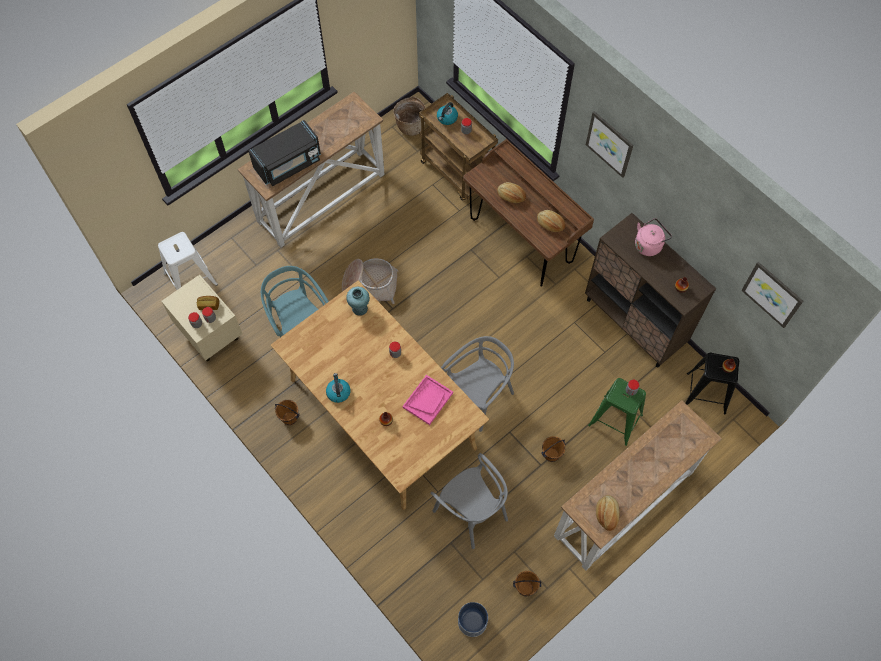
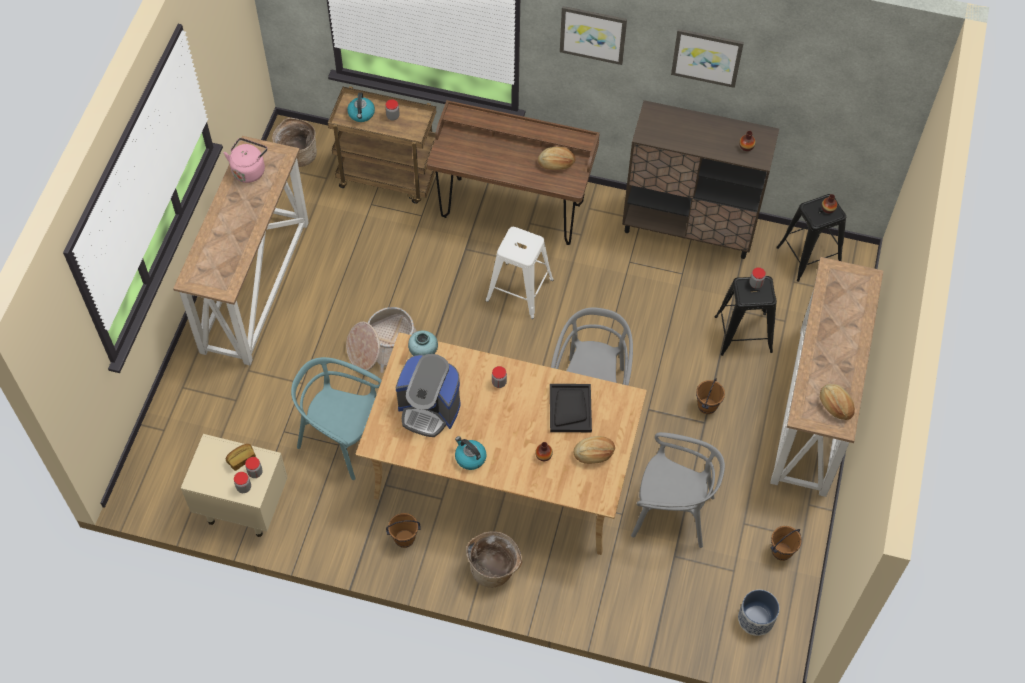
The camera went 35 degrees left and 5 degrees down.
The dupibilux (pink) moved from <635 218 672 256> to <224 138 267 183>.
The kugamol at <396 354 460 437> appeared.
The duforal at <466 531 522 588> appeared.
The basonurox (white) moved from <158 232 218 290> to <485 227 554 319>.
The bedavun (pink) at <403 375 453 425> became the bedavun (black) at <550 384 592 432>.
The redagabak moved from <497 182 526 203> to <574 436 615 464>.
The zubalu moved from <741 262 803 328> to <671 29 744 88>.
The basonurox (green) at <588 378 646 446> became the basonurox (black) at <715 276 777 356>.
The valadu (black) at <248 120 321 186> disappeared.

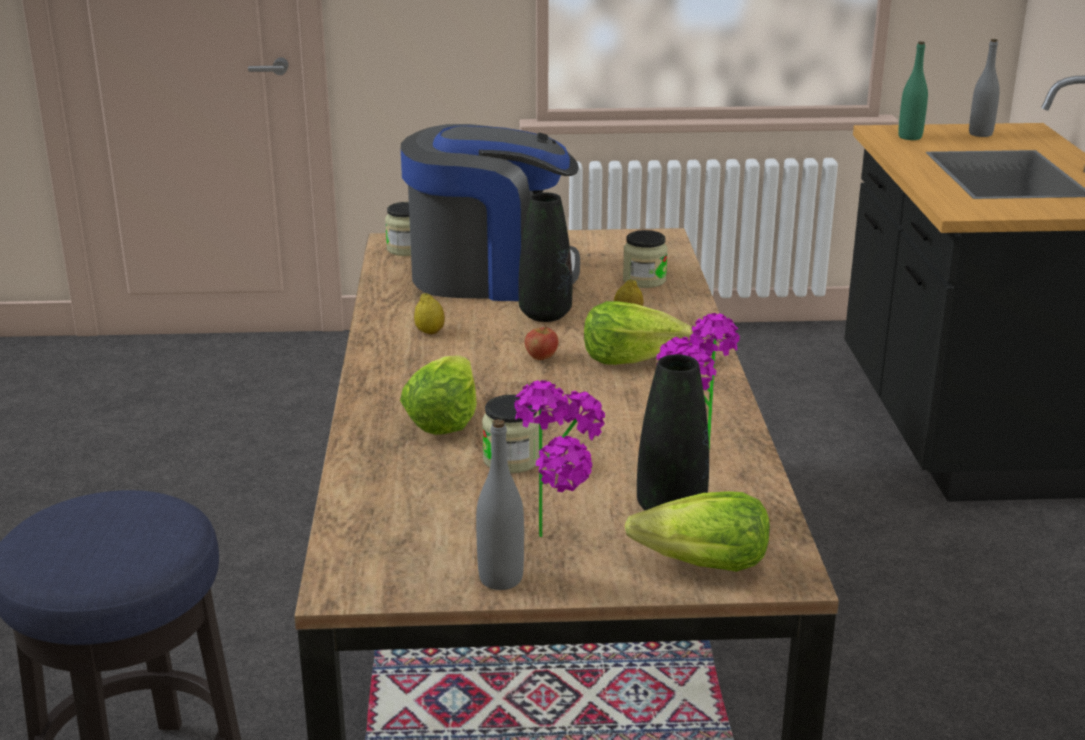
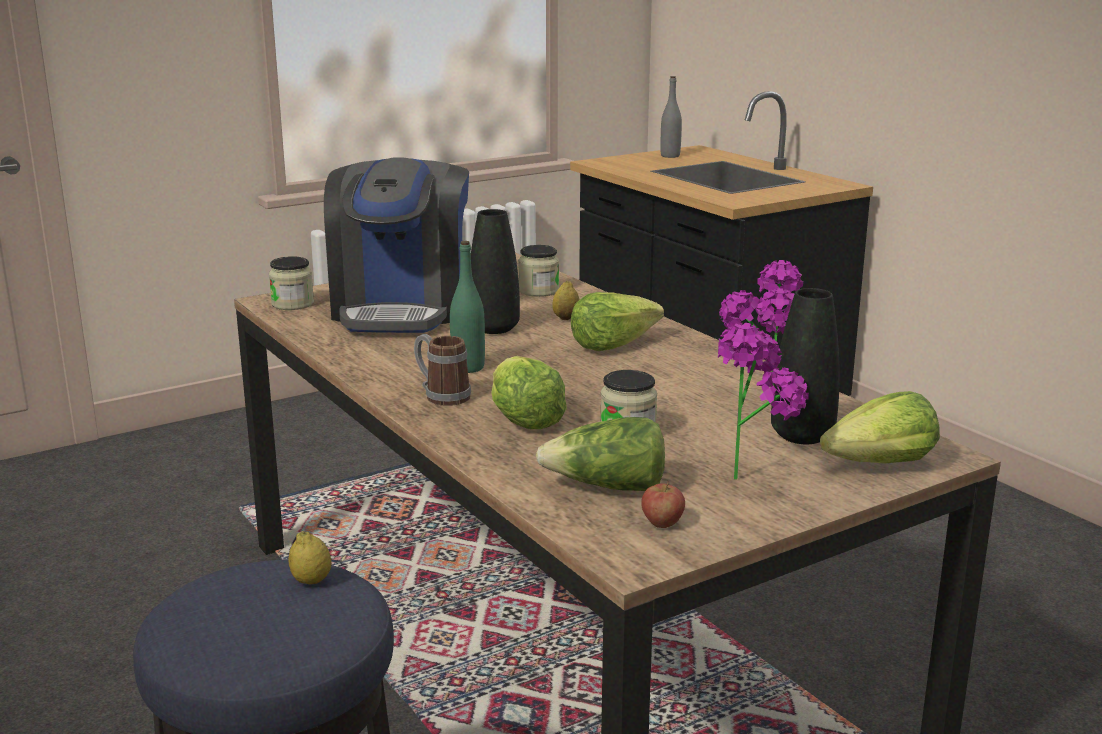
The camera went 30 degrees left and 5 degrees down.
The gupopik moved from <414 293 445 334> to <288 531 332 584>.
The kugamol at <401 124 580 301> turned 120 degrees clockwise.
The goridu at <414 334 471 406> appeared.
The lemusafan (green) moved from <898 41 928 140> to <450 241 485 373>.
The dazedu at <536 417 665 491> appeared.
The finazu moved from <525 325 559 360> to <641 480 685 528>.
The lemusafan (grey) at <476 419 524 590> disappeared.

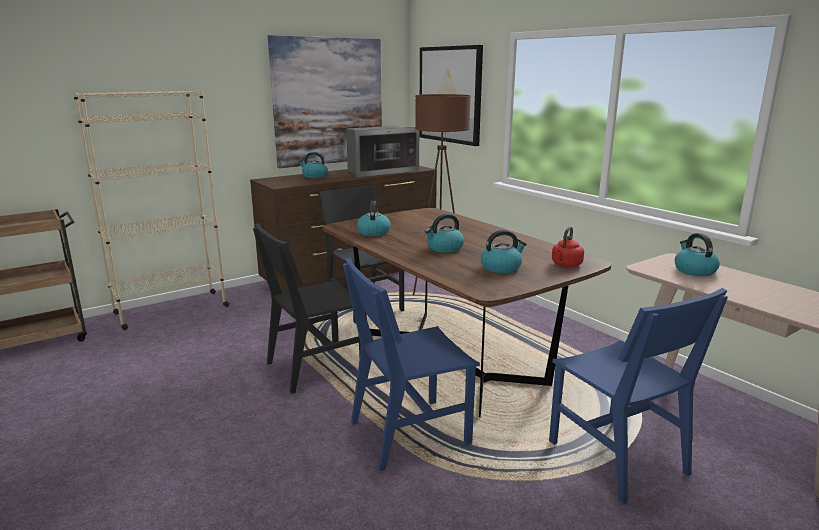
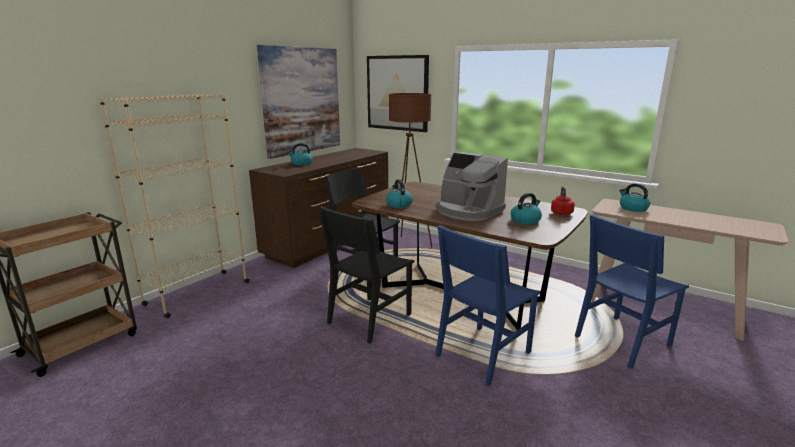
The camera went 20 degrees left and 0 degrees up.
The dupibilux at <425 214 464 253> was replaced by the kugamol at <436 152 508 221>.
The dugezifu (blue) at <549 288 728 505> turned 105 degrees clockwise.
The valadu at <346 126 419 178> disappeared.

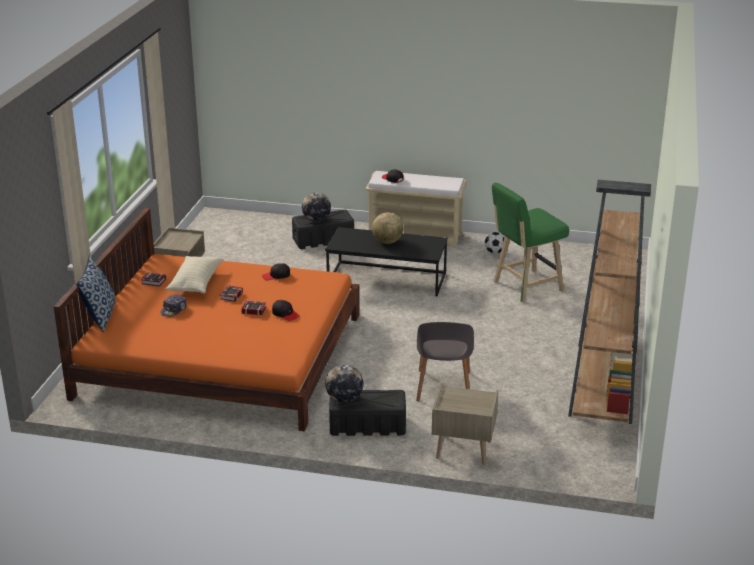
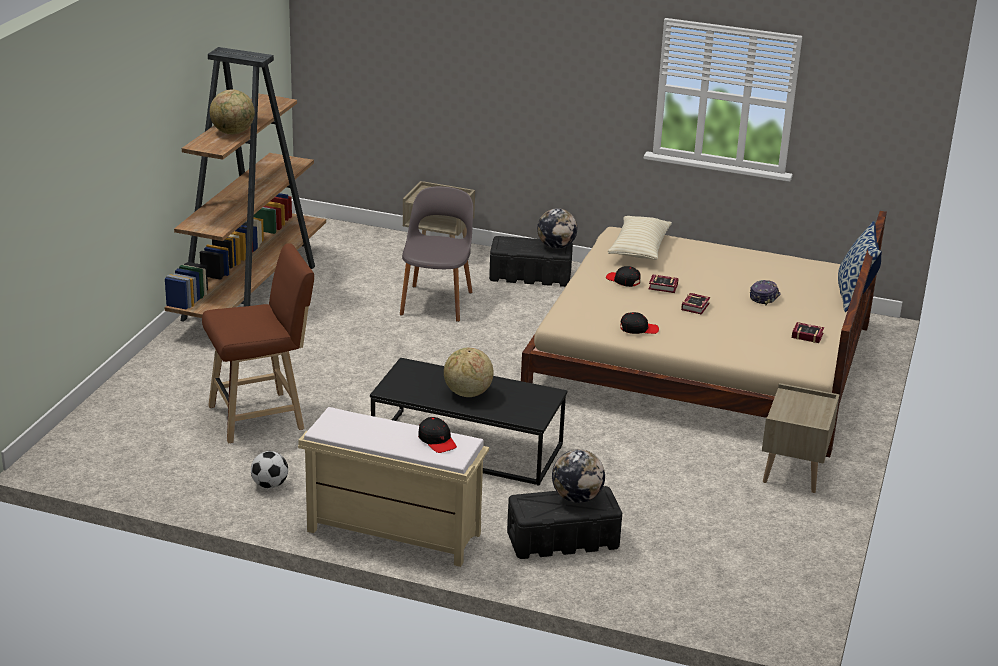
The camera went 175 degrees left and 0 degrees up.
The basonurox (green) at <492 183 569 303> became the basonurox (brown) at <202 243 314 444>.
The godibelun at <210 90 255 134> appeared.
The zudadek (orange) at <53 208 359 431> became the zudadek (beige) at <521 211 887 457>.
The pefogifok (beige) moved from <166 256 223 293> to <608 216 672 260>.

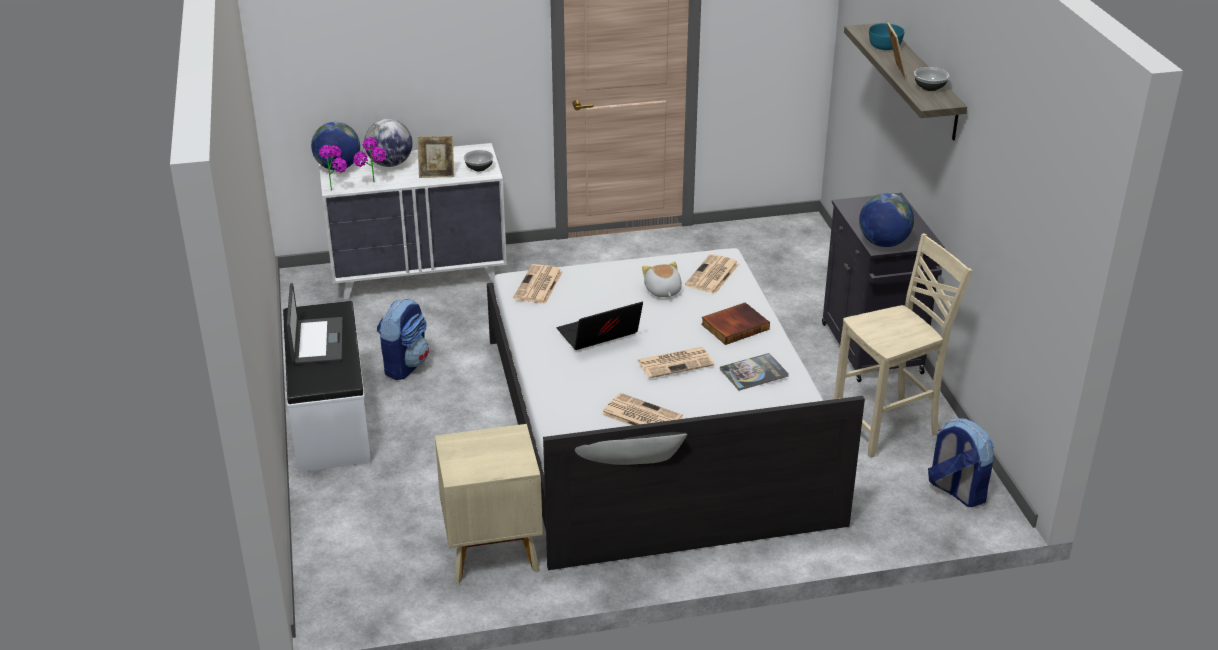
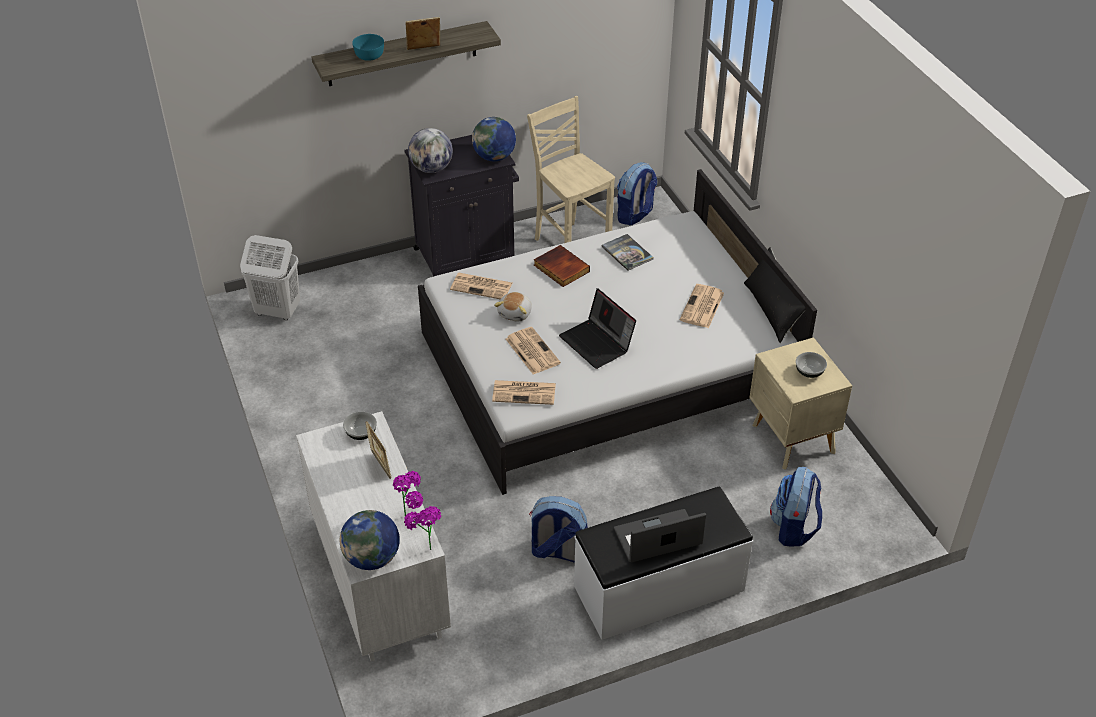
The camera went 100 degrees left and 10 degrees up.
The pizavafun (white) at <240 235 300 320> appeared.
The godibelun moved from <364 119 413 167> to <408 128 453 173>.
The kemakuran at <642 262 682 297> turned 45 degrees counterclockwise.
The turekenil moved from <638 347 714 378> to <506 327 561 374>.
The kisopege at <770 467 822 546> appeared.
The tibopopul moved from <914 67 949 91> to <796 352 827 378>.

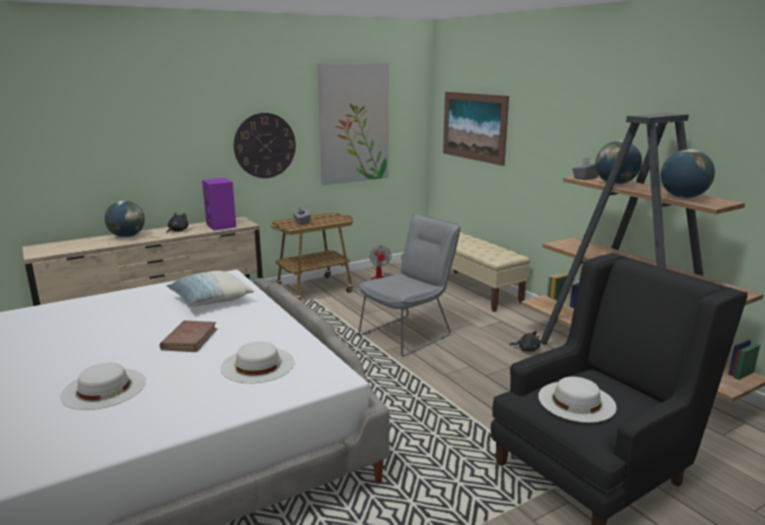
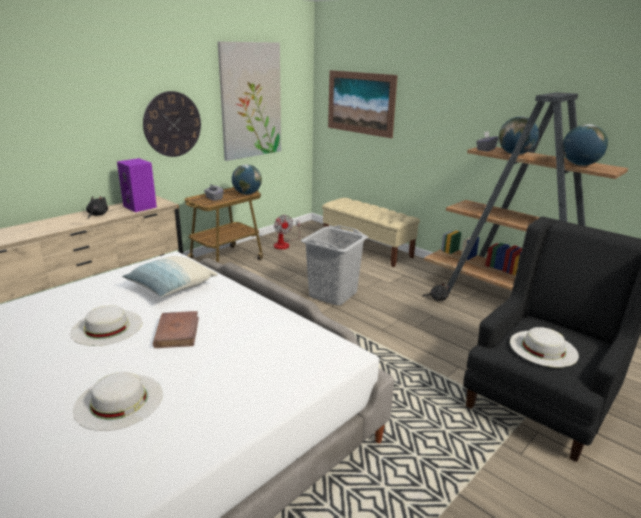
The camera went 15 degrees left and 5 degrees up.
The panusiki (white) moved from <221 342 295 383> to <70 305 142 346>.
The godibelun moved from <105 201 145 237> to <232 164 262 195>.
The dugezifu (grey) at <358 213 460 357> was replaced by the pizavafun (grey) at <301 225 368 306>.

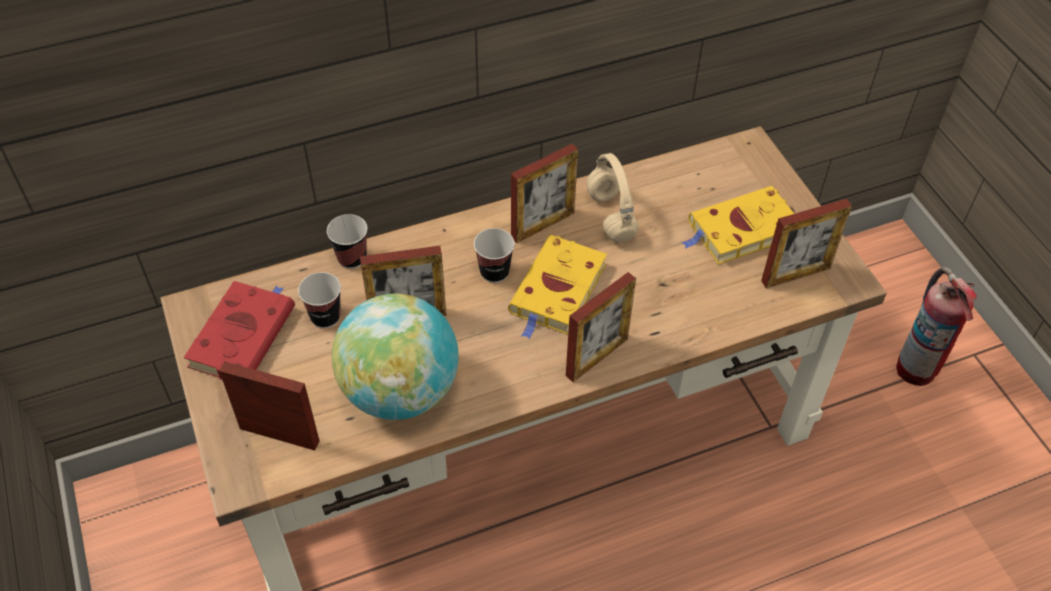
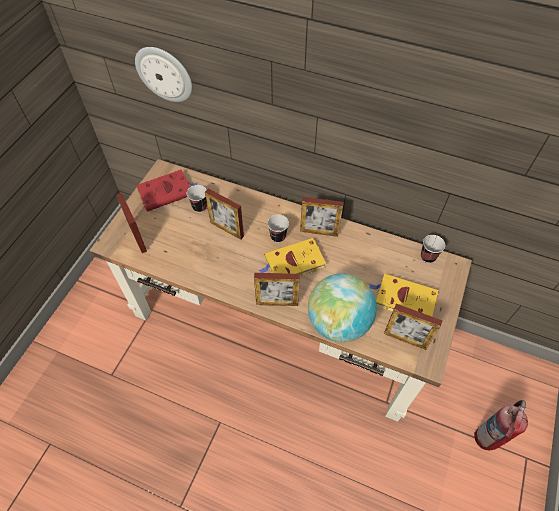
The camera went 45 degrees right and 5 degrees up.
The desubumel at <135 47 192 102> appeared.
The godibelun moved from <332 294 459 420> to <308 273 377 342>.
The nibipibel moved from <327 214 367 269> to <421 235 445 263>.
The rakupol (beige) at <587 153 639 243> disappeared.

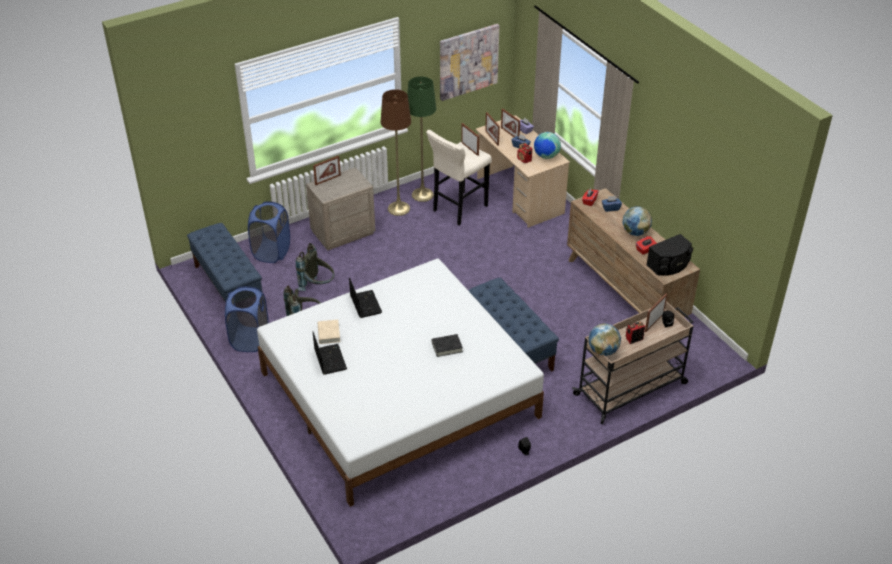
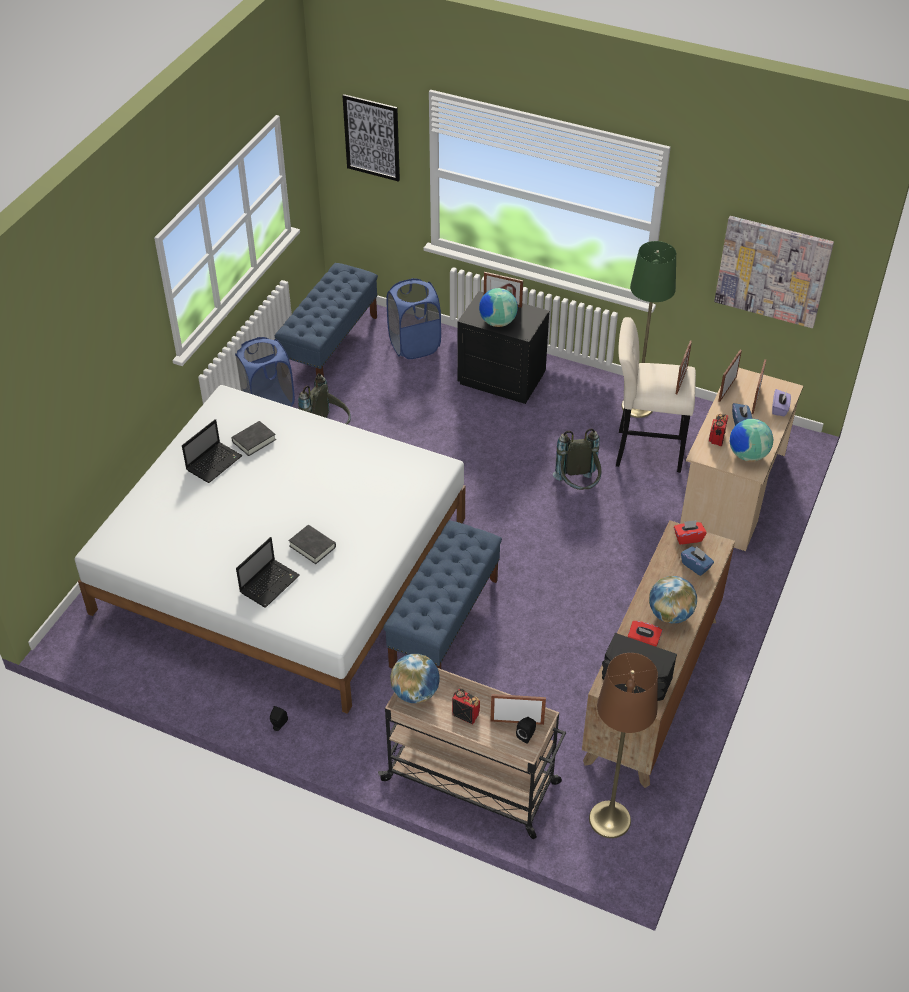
The camera went 55 degrees right and 5 degrees up.
The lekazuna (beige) at <318 320 340 344> became the lekazuna (black) at <231 421 276 456>.
The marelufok moved from <349 277 382 318> to <236 537 300 608>.
The zubalu at <342 94 400 182> appeared.
The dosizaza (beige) at <306 167 375 250> became the dosizaza (black) at <457 291 549 404>.
The godibelun at <479 288 518 327> appeared.
The kisopege (grey) moved from <295 243 334 291> to <553 429 602 490>.
The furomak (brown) moved from <381 89 411 216> to <589 653 658 838>.

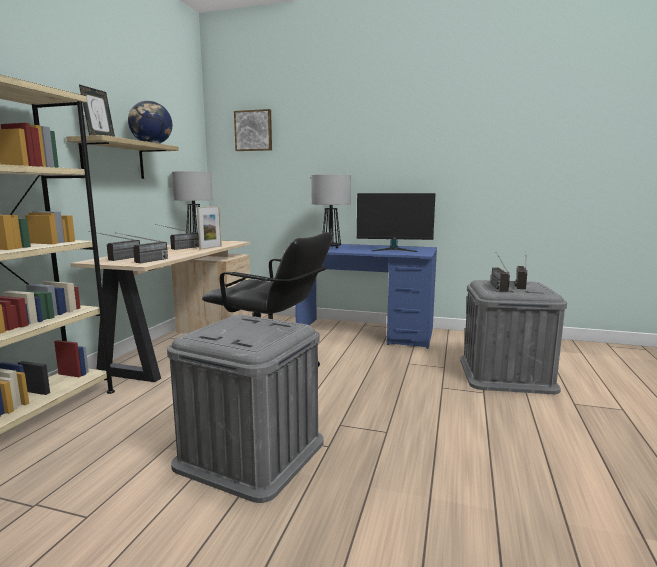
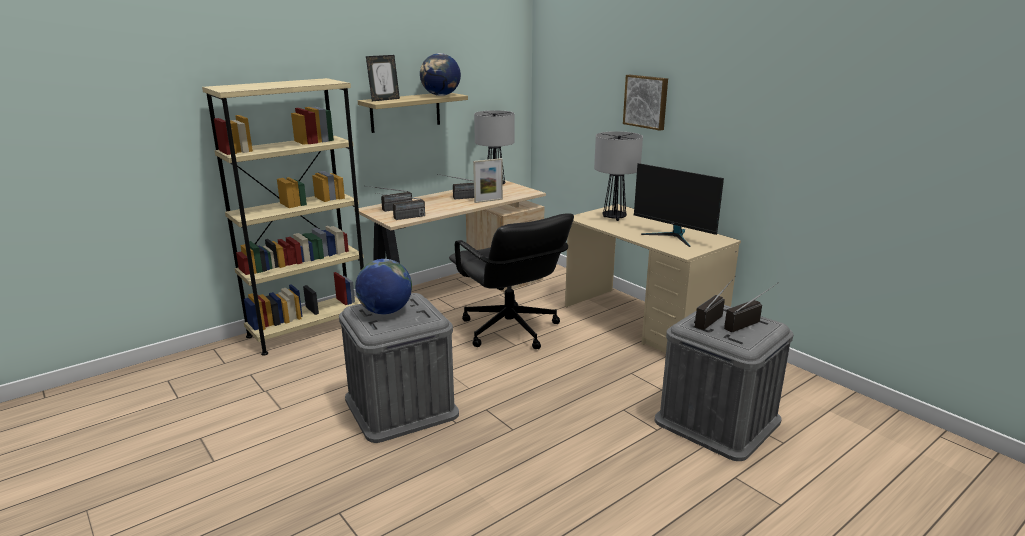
The camera went 35 degrees right and 10 degrees up.
The godibelun at <355 259 412 314> appeared.
The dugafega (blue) at <295 244 437 349> became the dugafega (beige) at <565 204 741 353>.
The zubalu moved from <234 109 272 151> to <623 75 668 131>.

